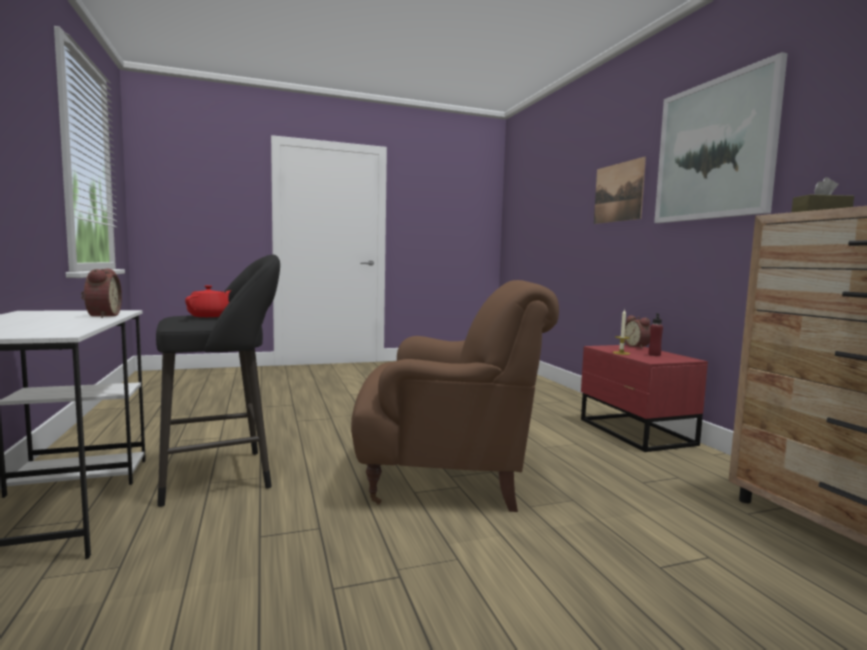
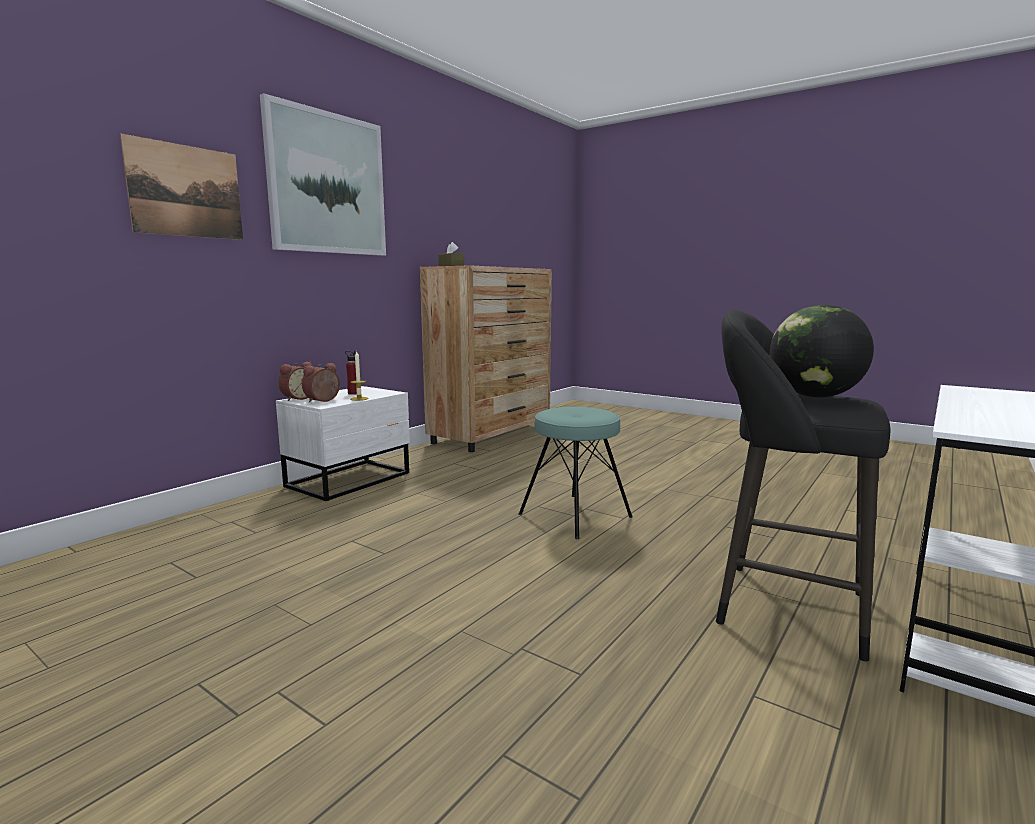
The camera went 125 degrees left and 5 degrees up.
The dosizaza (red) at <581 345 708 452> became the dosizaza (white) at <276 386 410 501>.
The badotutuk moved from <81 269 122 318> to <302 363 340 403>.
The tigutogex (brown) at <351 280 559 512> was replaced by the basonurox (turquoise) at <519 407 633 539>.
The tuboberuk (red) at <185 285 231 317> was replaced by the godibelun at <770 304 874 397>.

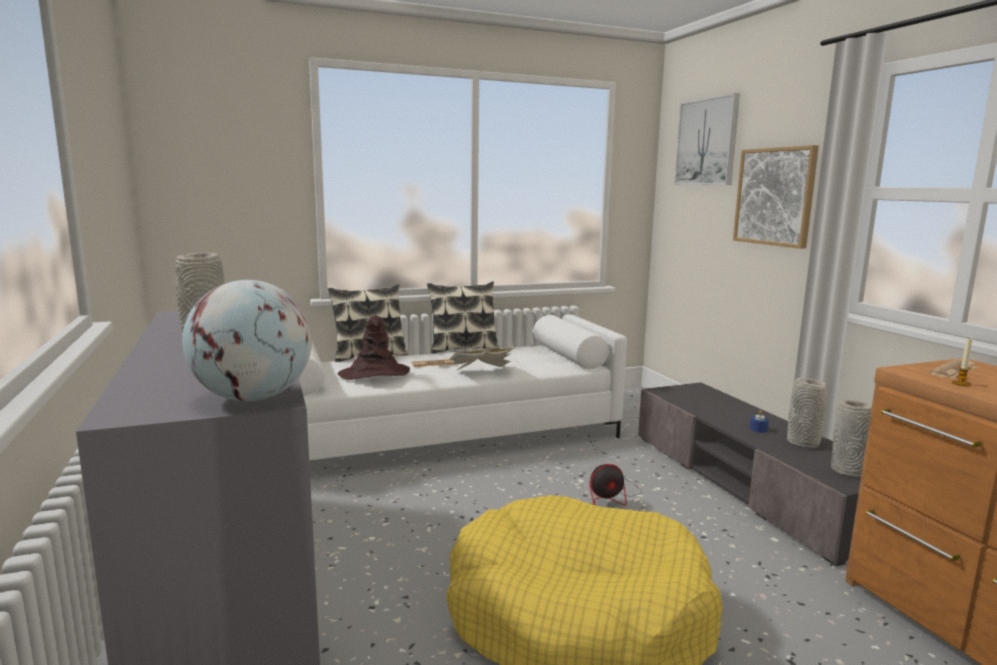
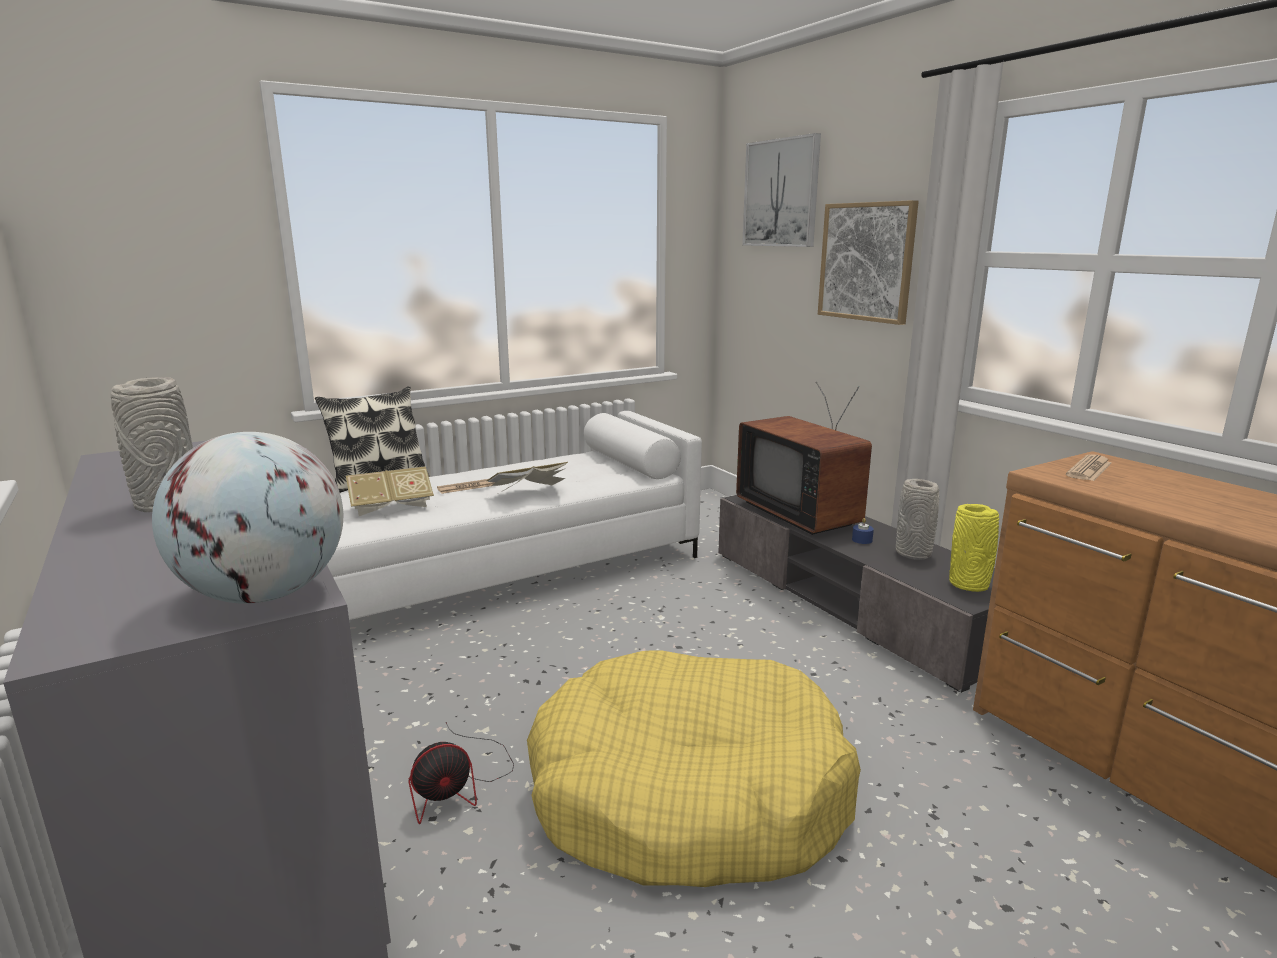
The camera went 10 degrees left and 5 degrees up.
The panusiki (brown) at <338 316 410 380> was replaced by the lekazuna at <346 466 434 516>.
The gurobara moved from <589 464 642 506> to <409 722 514 824>.
The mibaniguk at <736 382 872 535> appeared.
The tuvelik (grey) at <831 400 872 478> became the tuvelik (yellow) at <949 504 999 592>.
The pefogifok at <427 281 500 353> disappeared.
The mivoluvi at <952 338 972 386> disappeared.

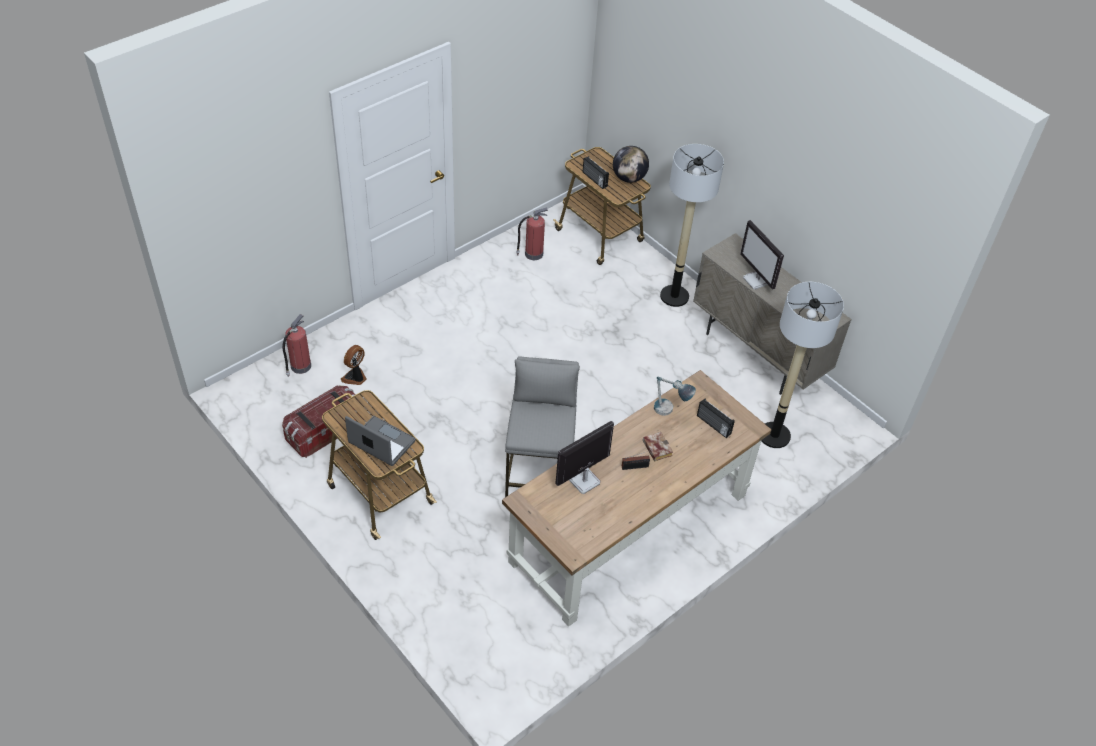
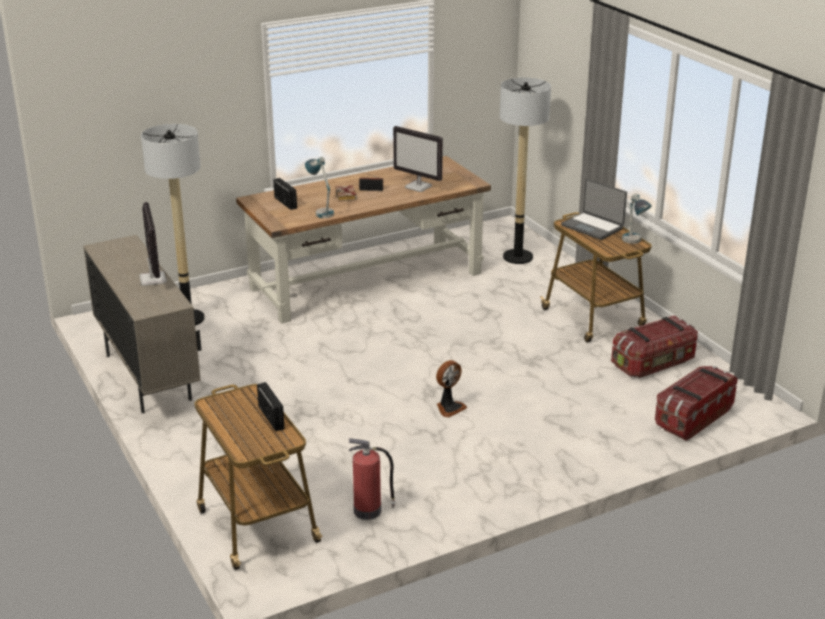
The camera went 165 degrees left and 20 degrees down.
The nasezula at <555 421 614 494> turned 60 degrees clockwise.
The gurobara moved from <341 345 367 385> to <436 360 467 418>.
The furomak moved from <660 144 724 307> to <500 77 551 264>.
The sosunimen at <622 194 652 244> appeared.
The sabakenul at <283 314 311 377> was replaced by the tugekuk at <655 366 738 441>.
The basonurox (grey) at <505 356 580 497> disappeared.
The godibelun at <613 146 649 183> disappeared.

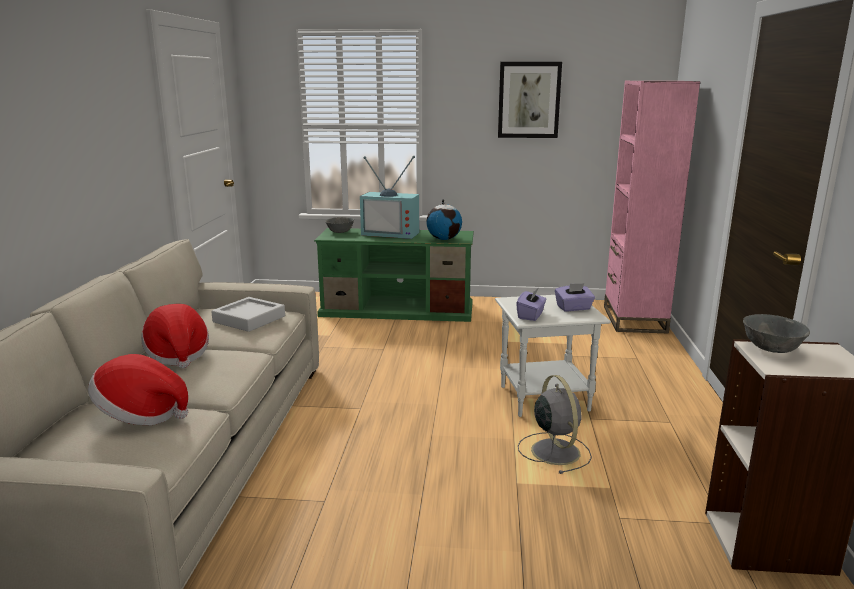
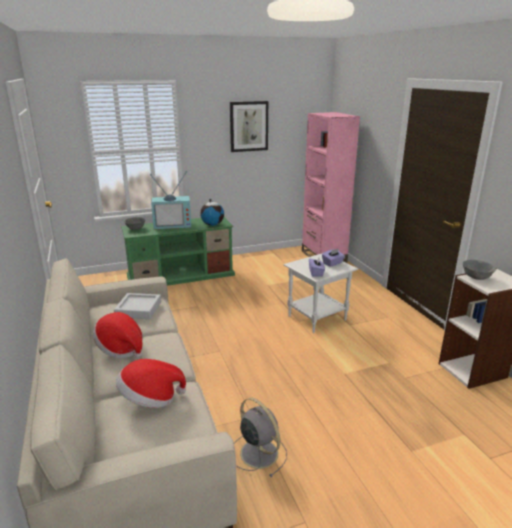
The camera went 25 degrees left and 5 degrees up.
The gurobara (grey) moved from <518 375 592 474> to <234 398 287 477>.

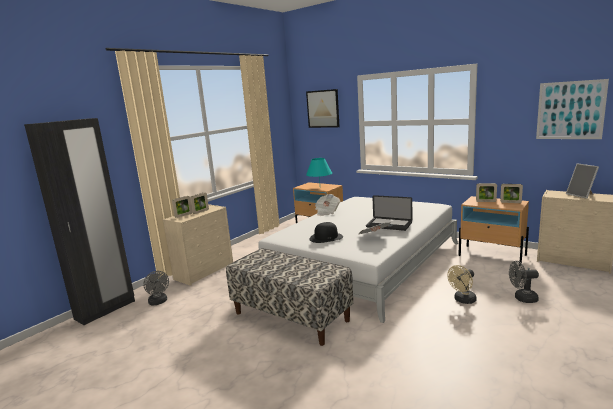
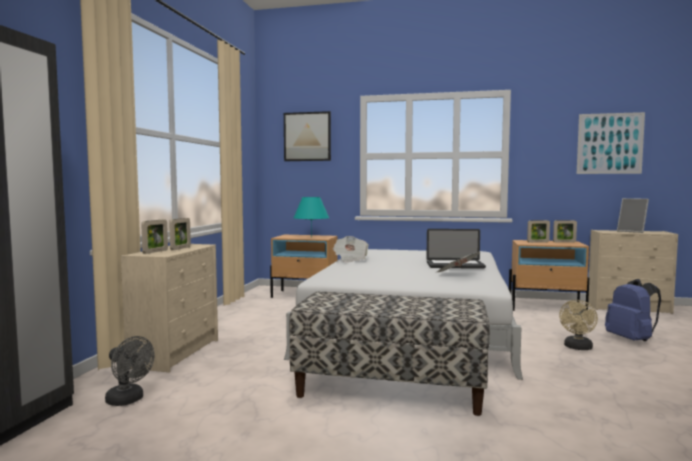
The camera went 25 degrees left and 10 degrees down.
The gurobara (grey) at <509 261 539 303> was replaced by the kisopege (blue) at <605 279 661 341>.
The panusiki (black) at <310 222 343 243> disappeared.

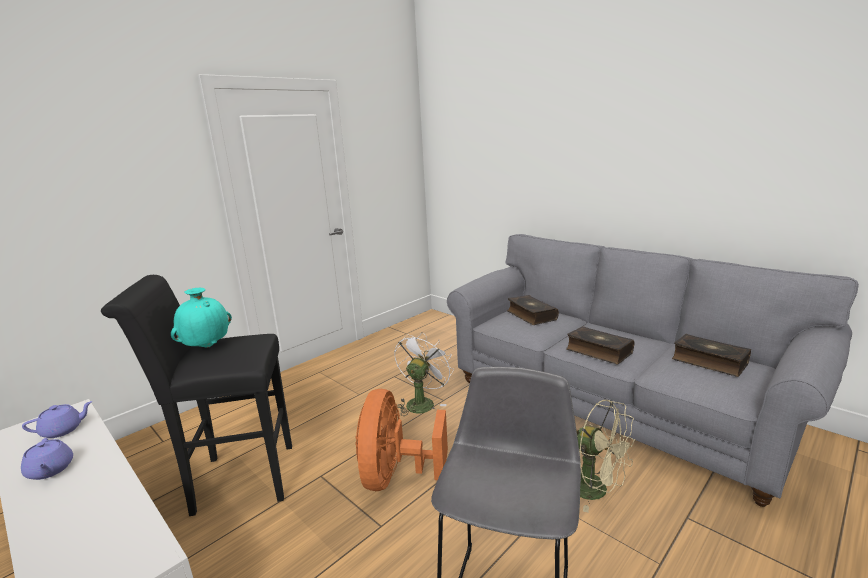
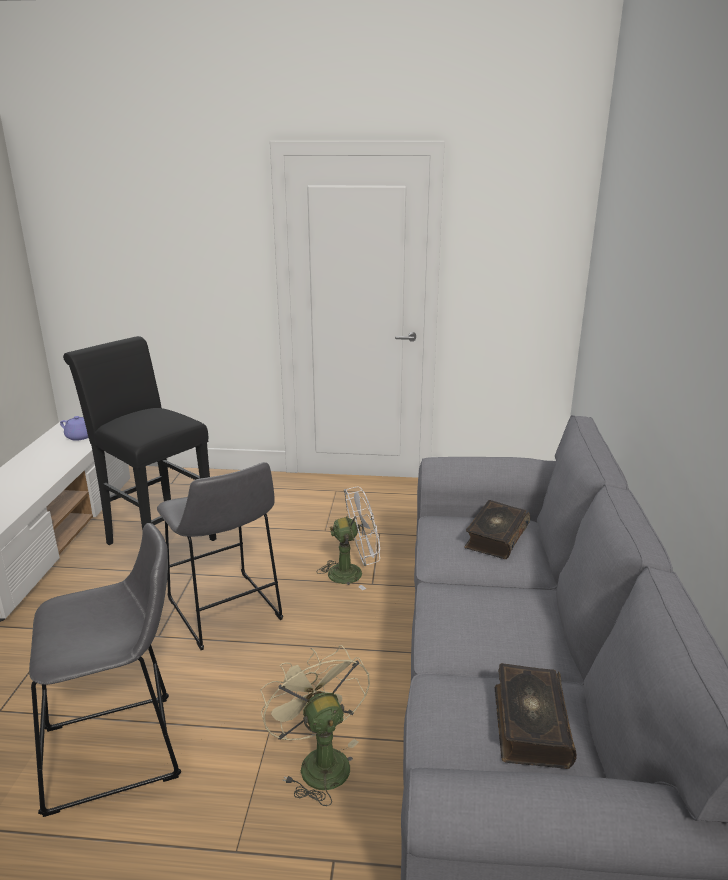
The camera went 50 degrees right and 5 degrees up.
The gurobara (orange) at <355 389 448 491> was replaced by the basonurox (grey) at <157 462 283 650>.
The gurobara (beige) at <576 400 636 512> turned 150 degrees clockwise.
The tuboberuk (purple) at <21 438 73 480> disappeared.
The tuvelik (turquoise) at <171 288 232 348> disappeared.
The lekazuna at <566 326 634 364> disappeared.

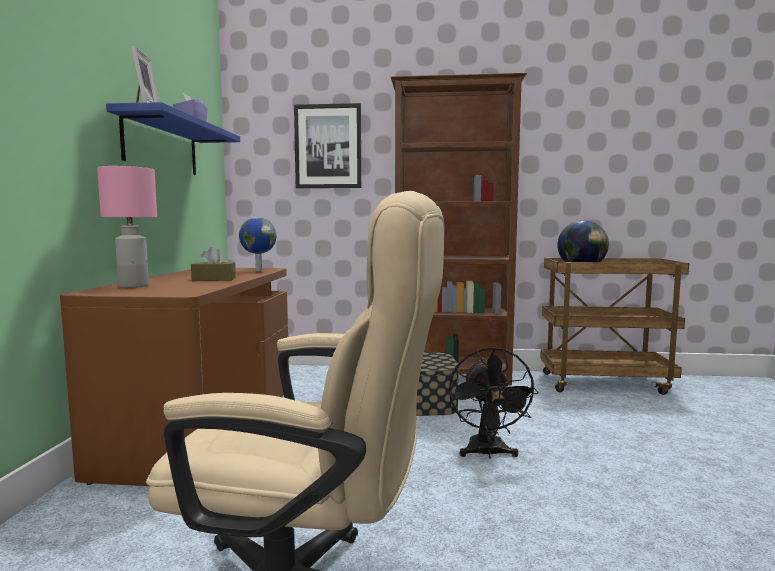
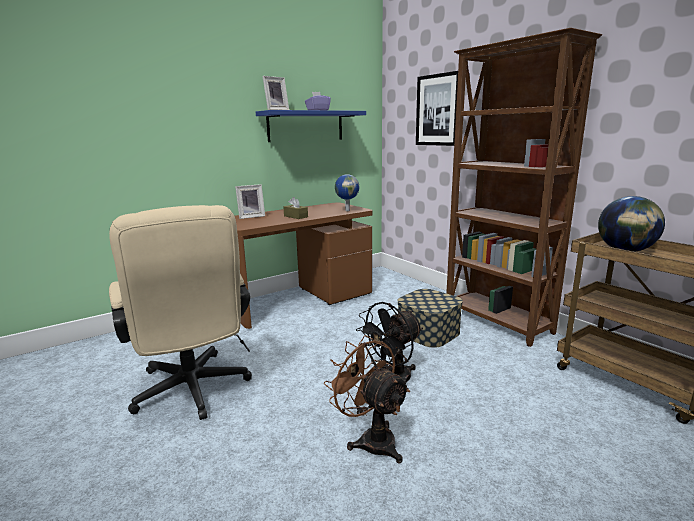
The camera went 50 degrees right and 10 degrees up.
The sosunimen (pink) at <97 166 157 288> was replaced by the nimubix at <235 184 265 219>.
The gurobara (brown) at <324 335 410 464> appeared.

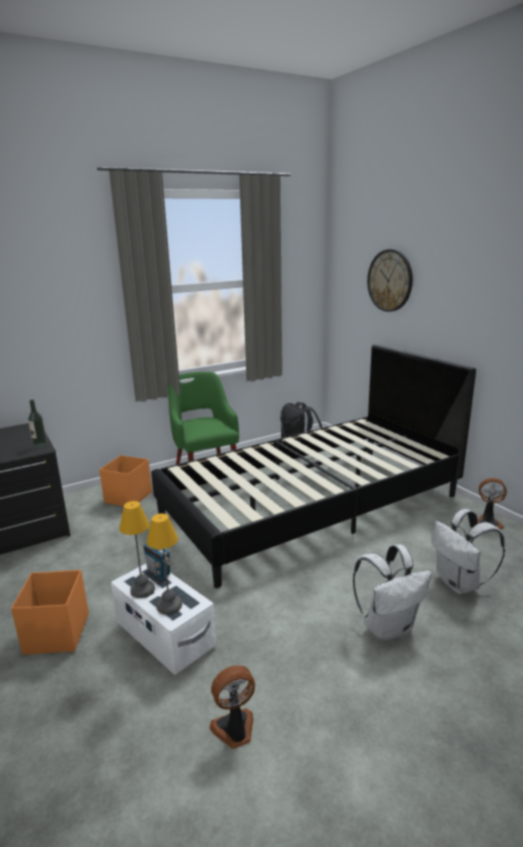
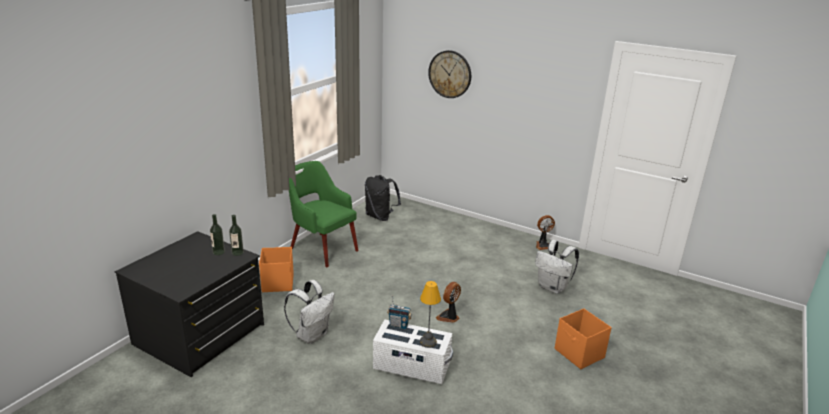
The camera went 30 degrees left and 5 degrees up.
The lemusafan at <210 214 225 255> appeared.
The kisopege (white) moved from <353 544 432 641> to <284 280 335 344>.
The gurobara moved from <209 665 255 749> to <436 282 461 323>.
The tugekuk (orange) moved from <11 570 89 655> to <555 308 612 369>.
The sosunimen at <119 501 155 598> disappeared.
The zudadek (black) at <151 344 476 588> disappeared.

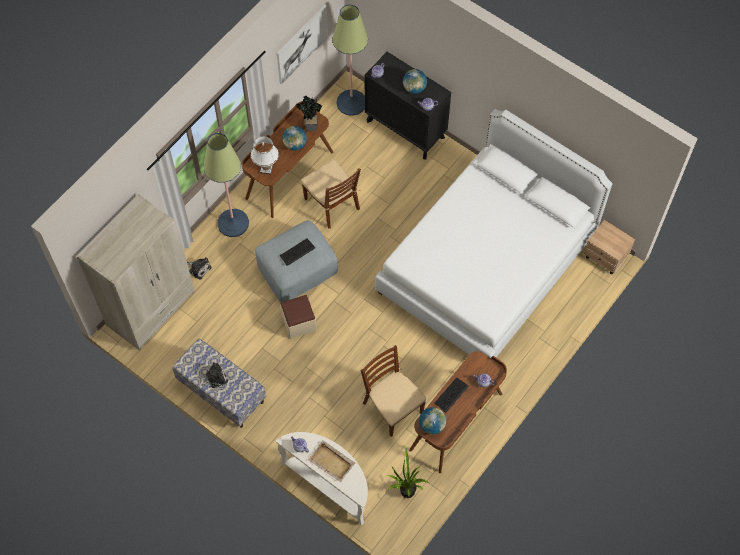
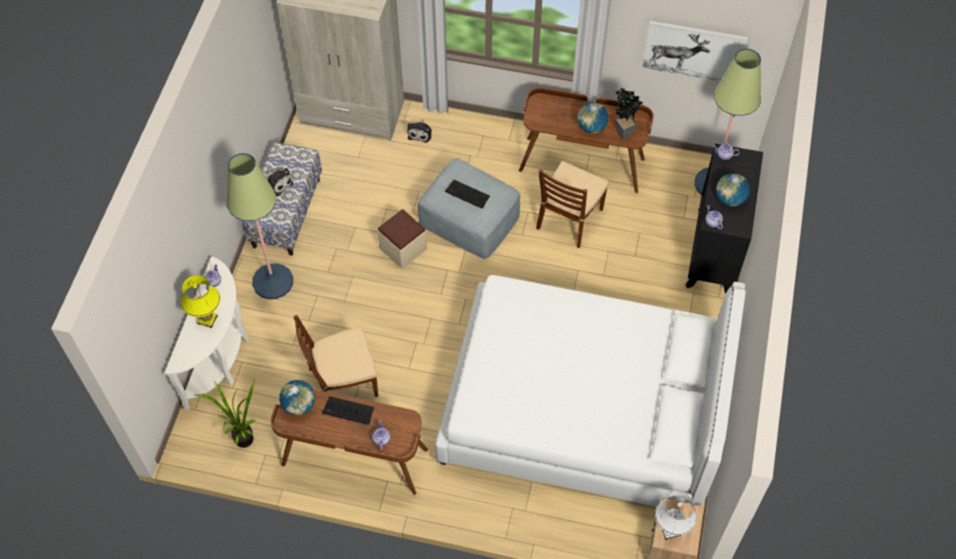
The camera went 65 degrees right and 5 degrees down.
The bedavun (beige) at <308 441 355 482> was replaced by the sosunimen (yellow) at <181 275 220 328>.
The furomak moved from <204 133 249 237> to <227 153 293 299>.
The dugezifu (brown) at <361 345 427 437> turned 135 degrees counterclockwise.
The sosunimen (white) moved from <251 136 279 175> to <655 492 697 540>.

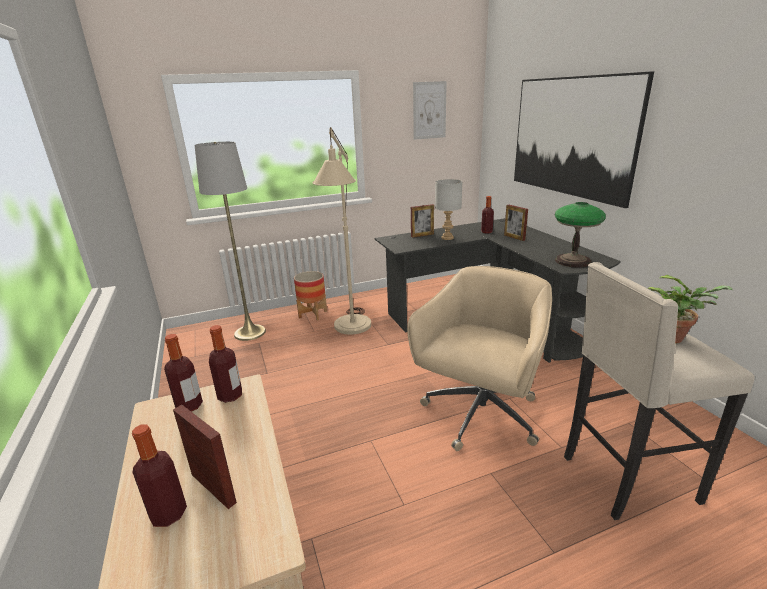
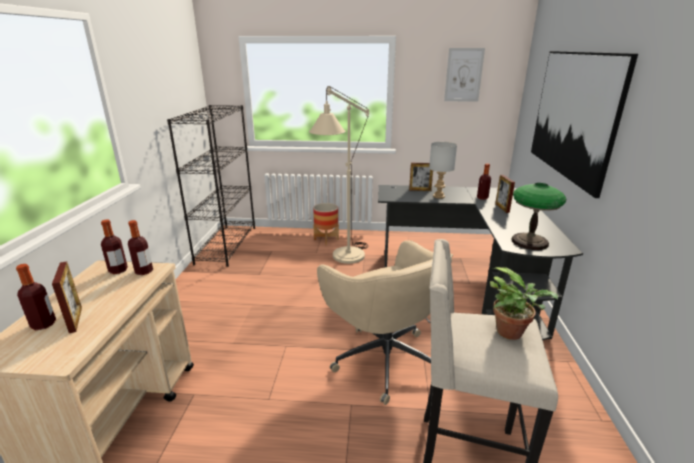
The camera went 25 degrees right and 0 degrees up.
The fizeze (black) at <167 105 255 267> appeared.
The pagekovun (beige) at <407 266 552 451> turned 90 degrees clockwise.
The furomak (grey) at <195 142 266 341> disappeared.

